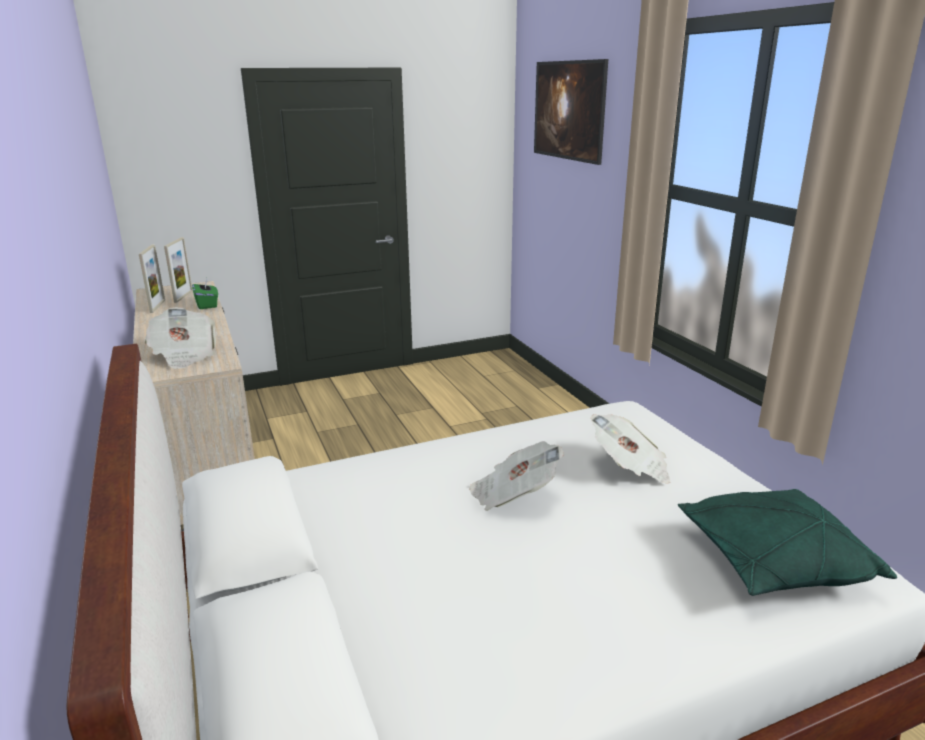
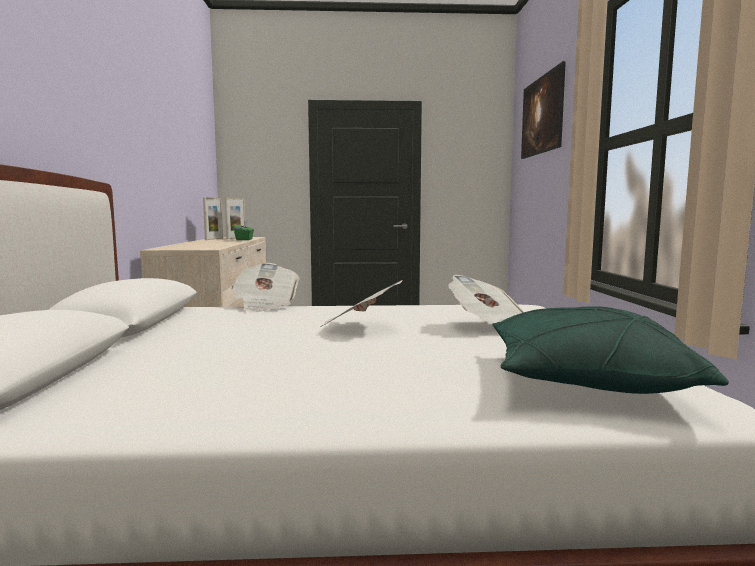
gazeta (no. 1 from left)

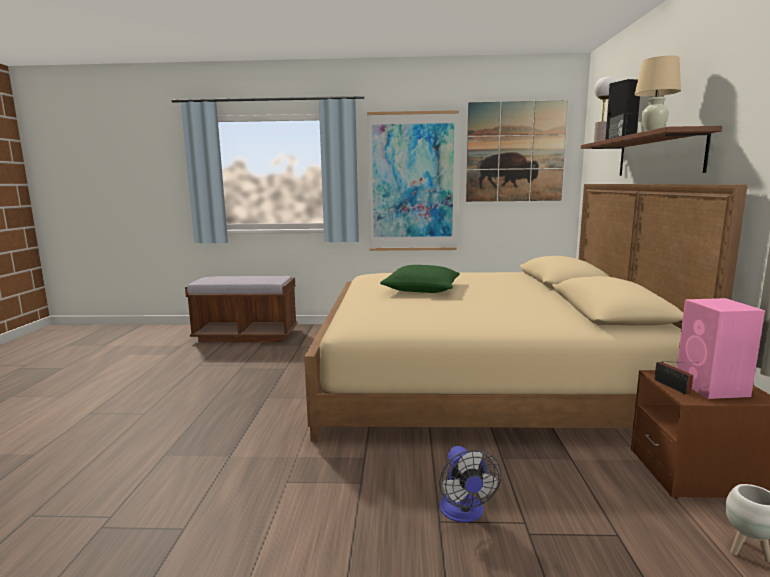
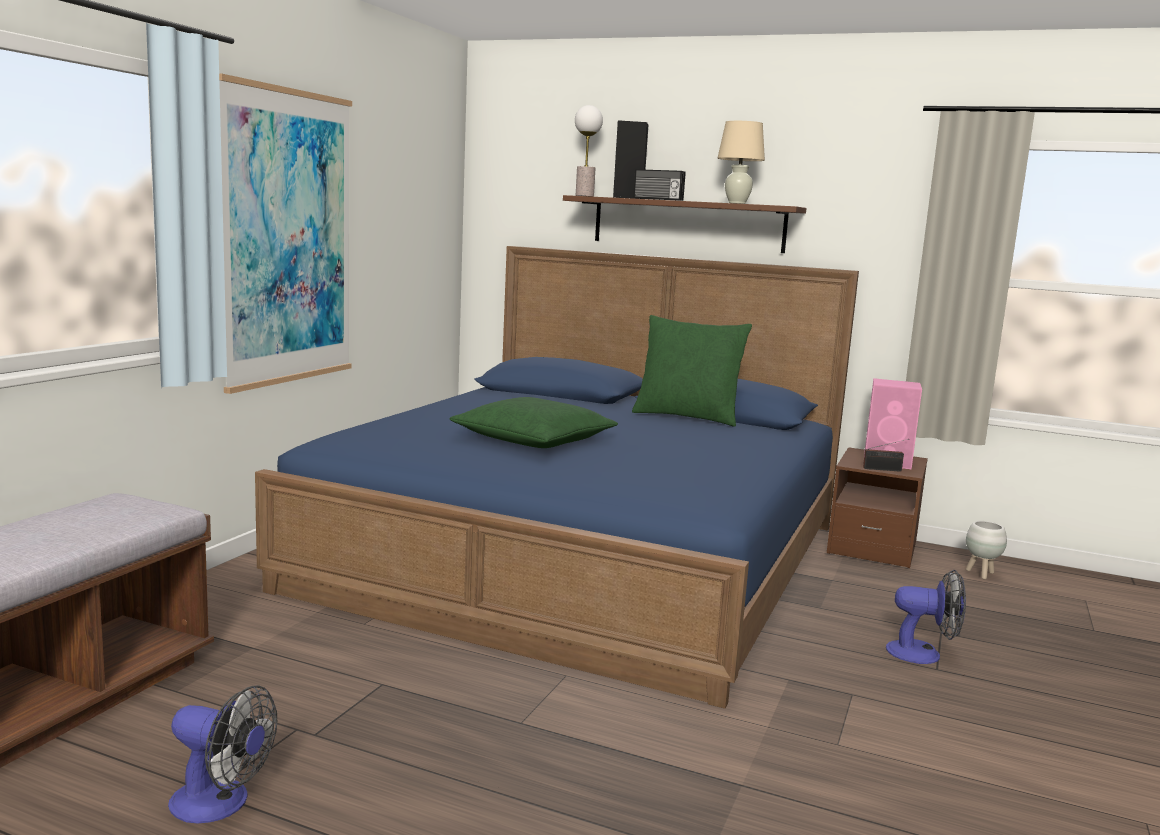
łóżko (niebieski); obraz (no. 2 from left in the first image); wentylator (no. 1 from left); poduszka (zielony) (no. 2 from left)

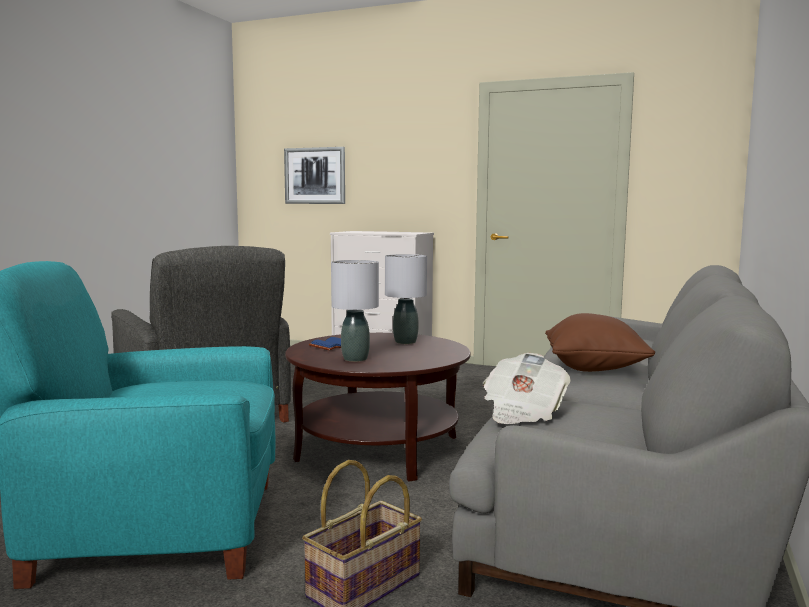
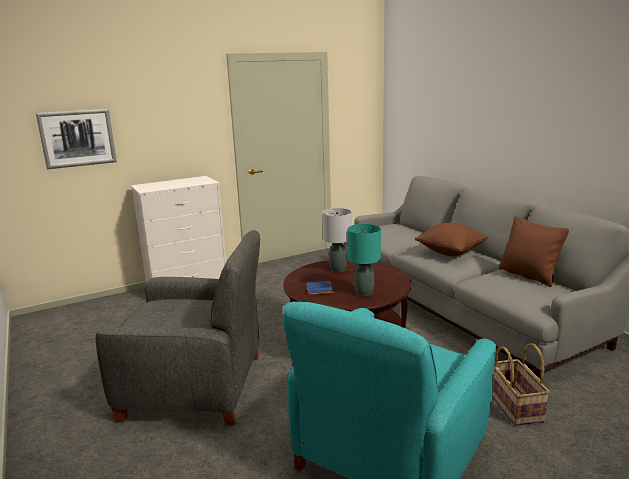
lampa stołowa (turkusowy); gazeta; poduszka (brązowy) (no. 2 from left)

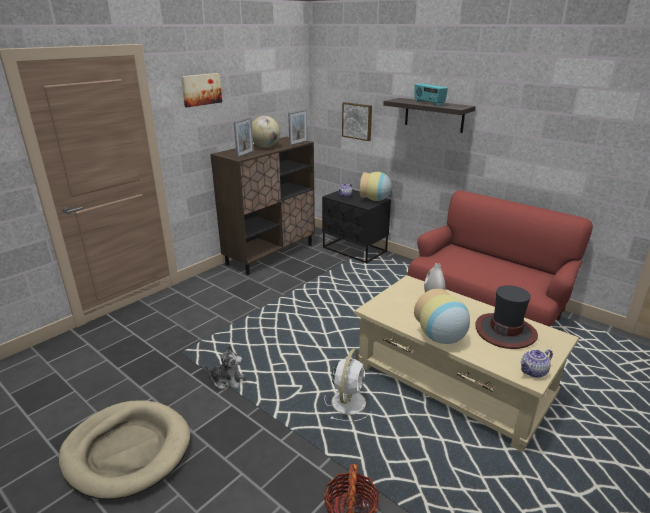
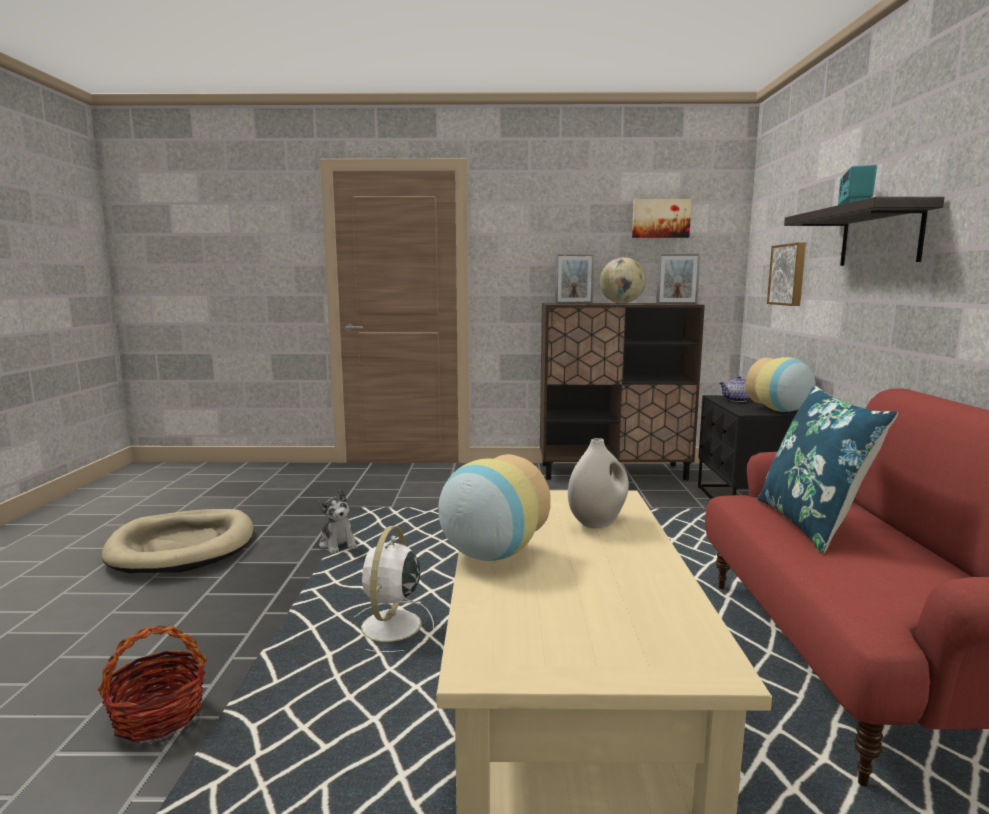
obraz (no. 1 from left); wentylator (biały); kapelusz; imbryk (no. 2 from left in the first image); poduszka (niebieski)

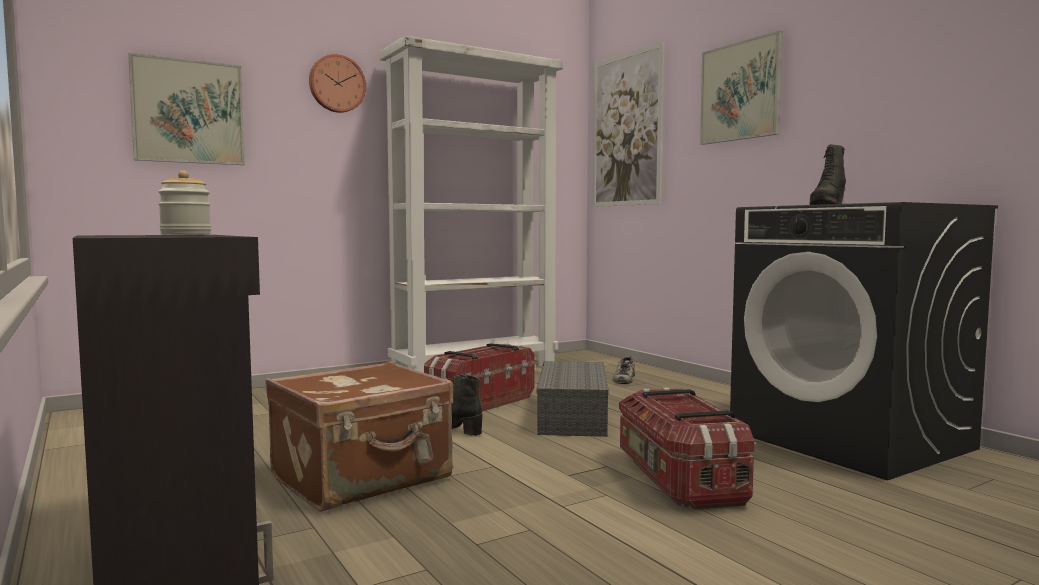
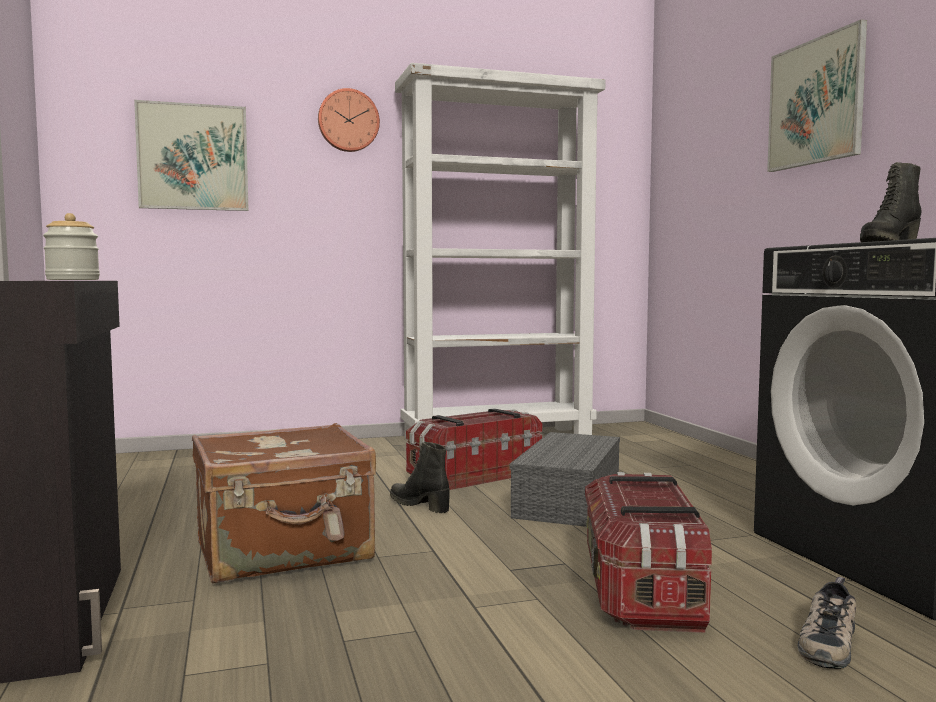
obraz (no. 2 from left in the first image); but

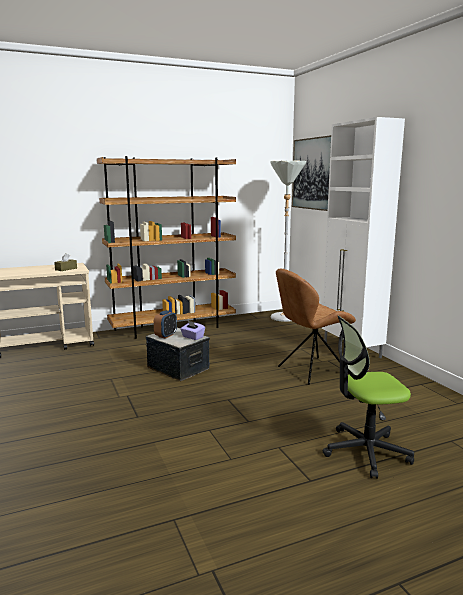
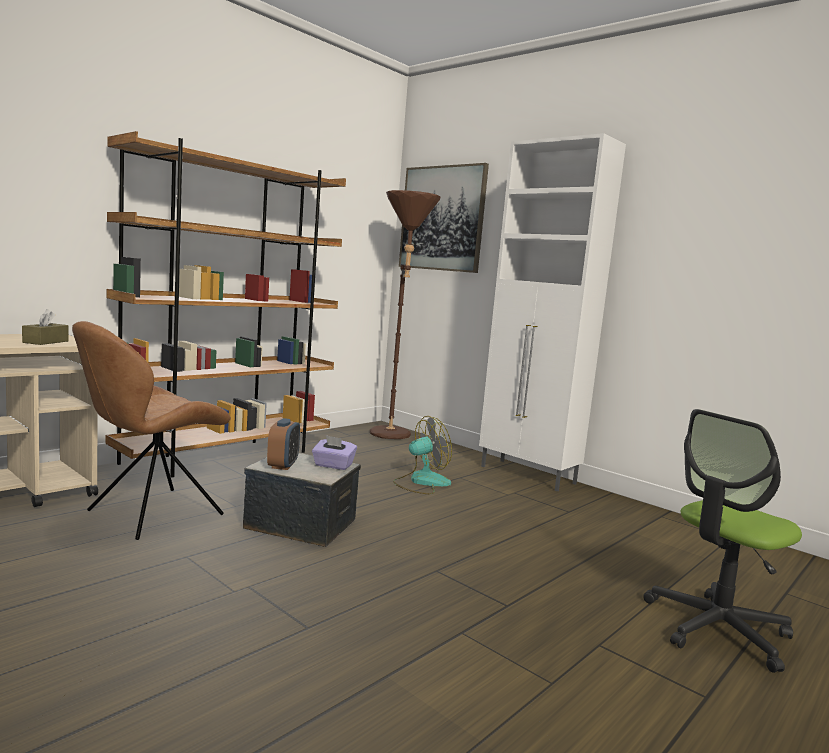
lampa stojąca (brązowy); krzesło (brązowy); wentylator

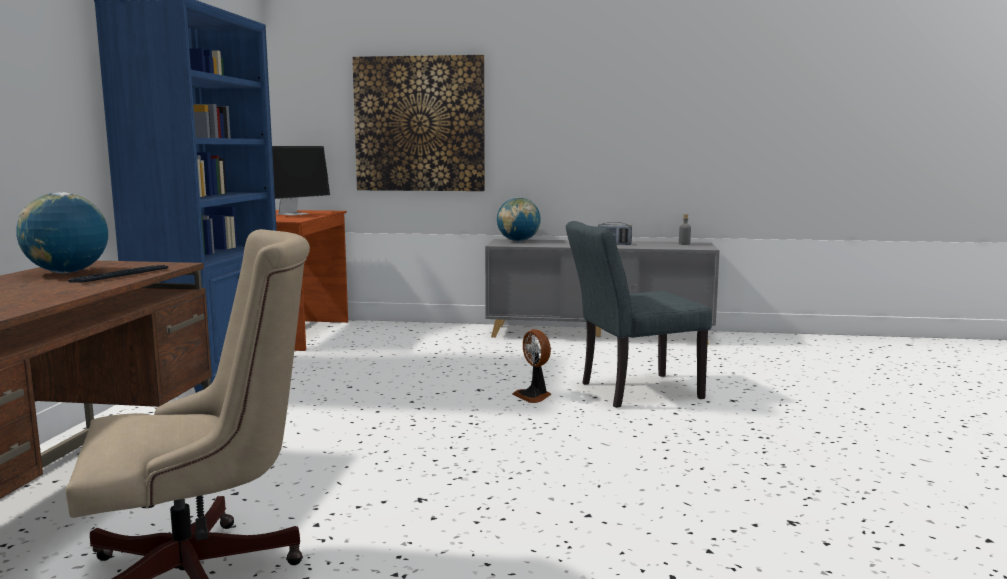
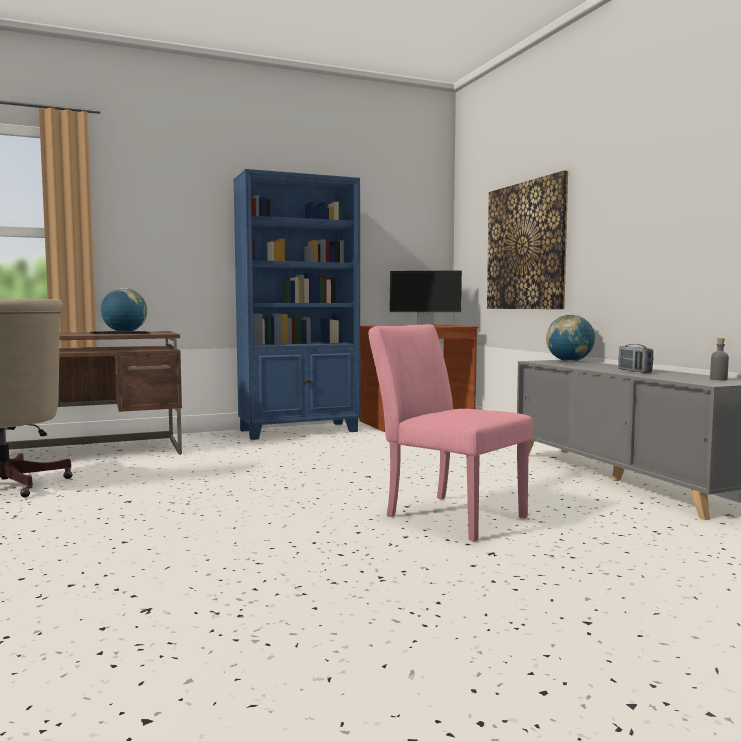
wentylator; krzesło (różowy)

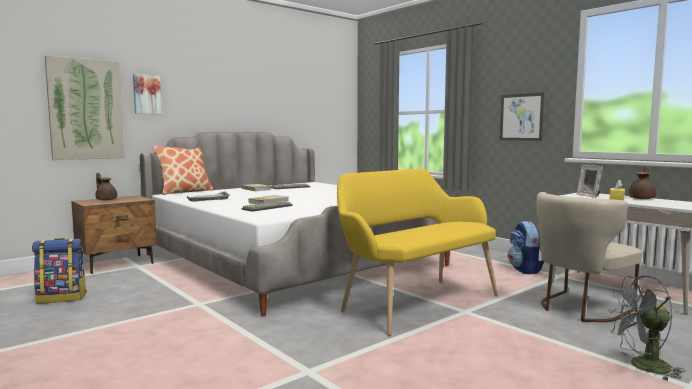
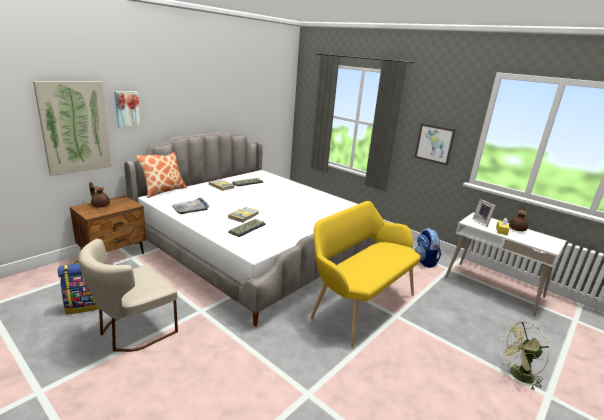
krzesło (beżowy); wentylator (zielony)

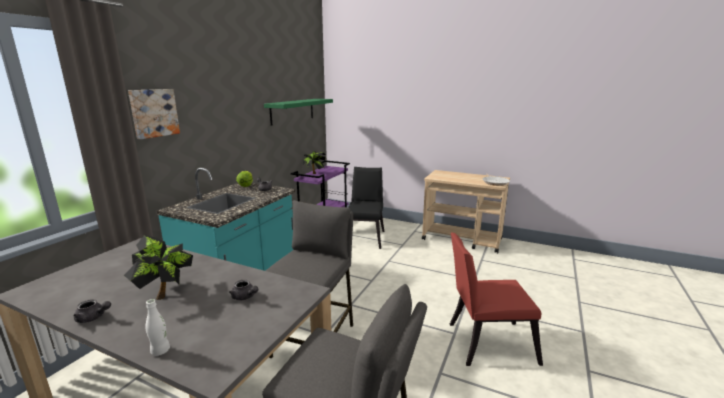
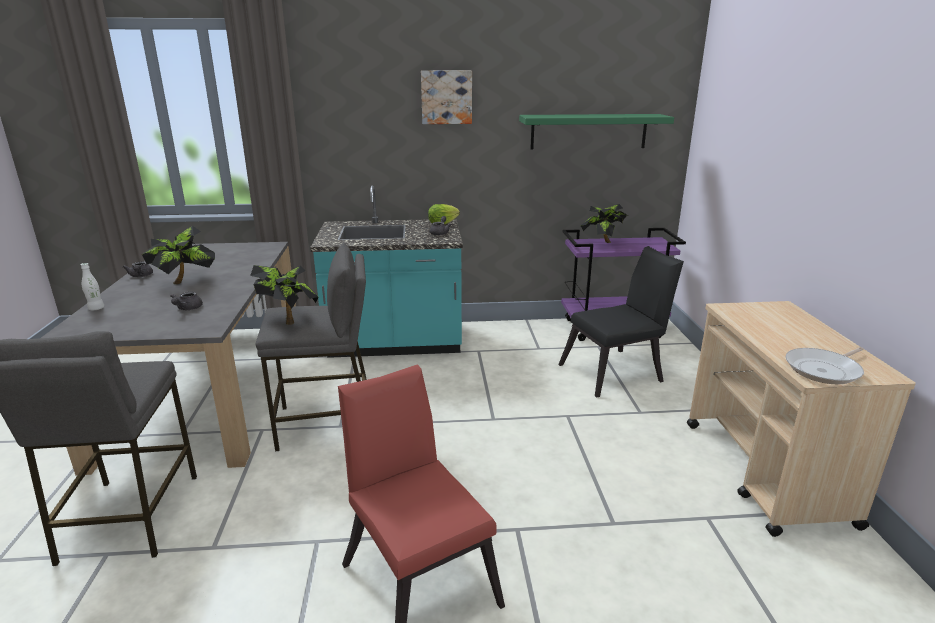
obraz; roślina doniczkowa (no. 2 from left)

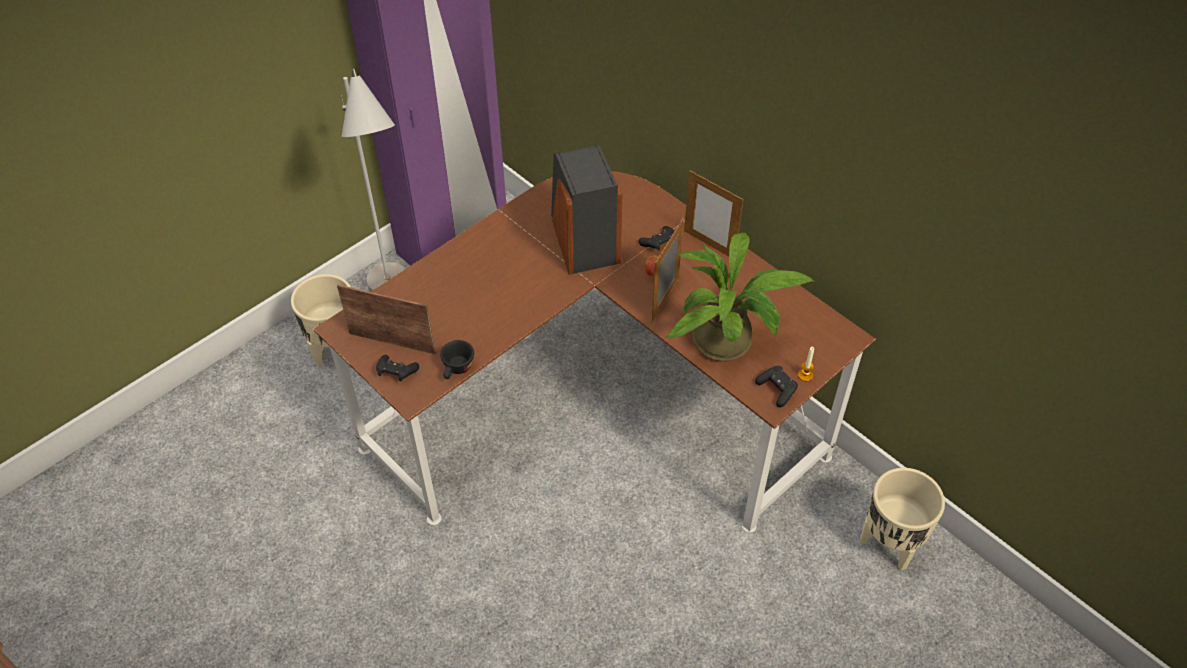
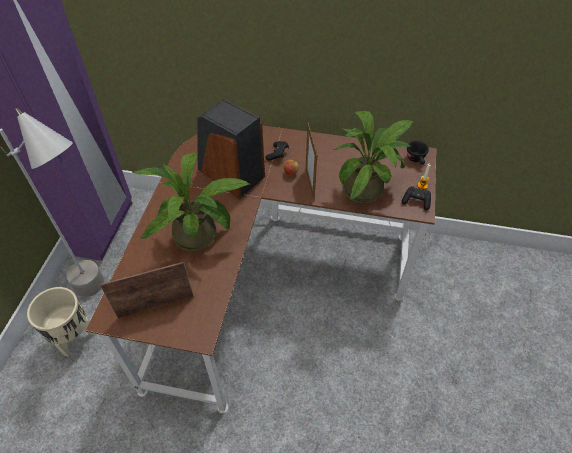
pad do gier (czarny) (no. 1 from left in the first image); filiżanka (czarny); ramka na zdjęcie (no. 3 from left in the first image); donica (beżowy) (no. 2 from left in the first image); roślina doniczkowa (no. 1 from left)

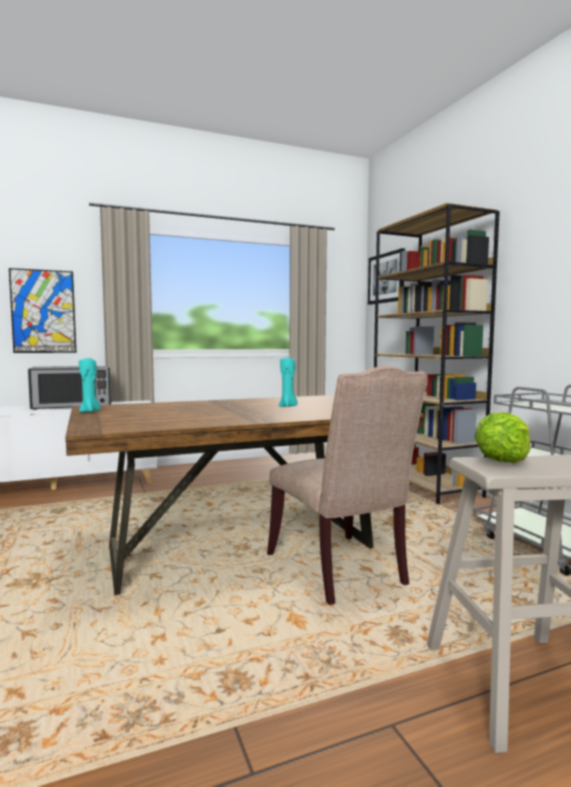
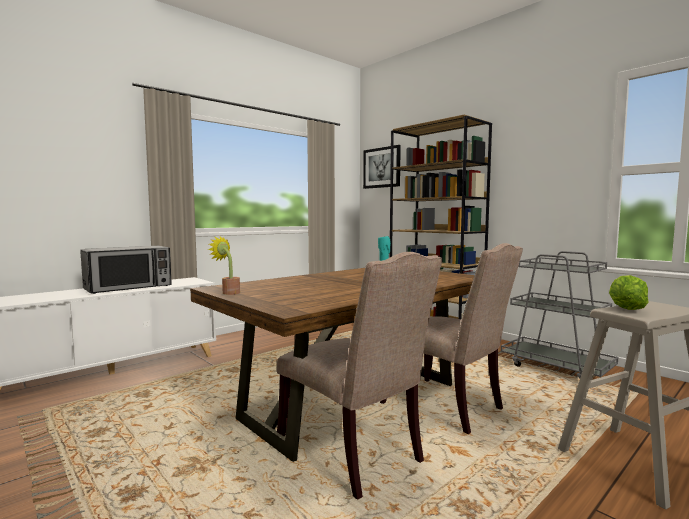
obraz (no. 1 from left in the first image); roślina doniczkowa; krzesło (beżowy) (no. 1 from left)

